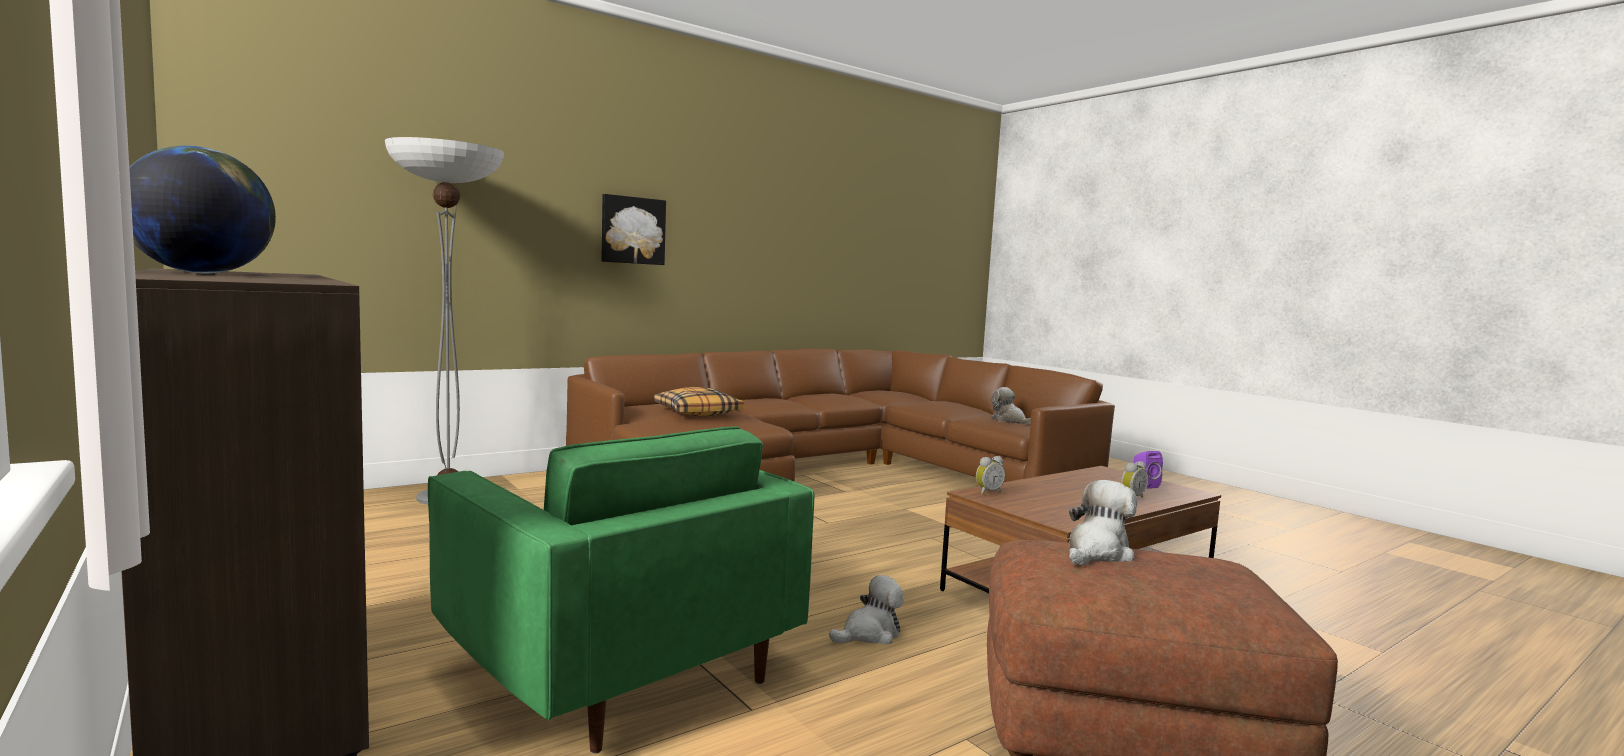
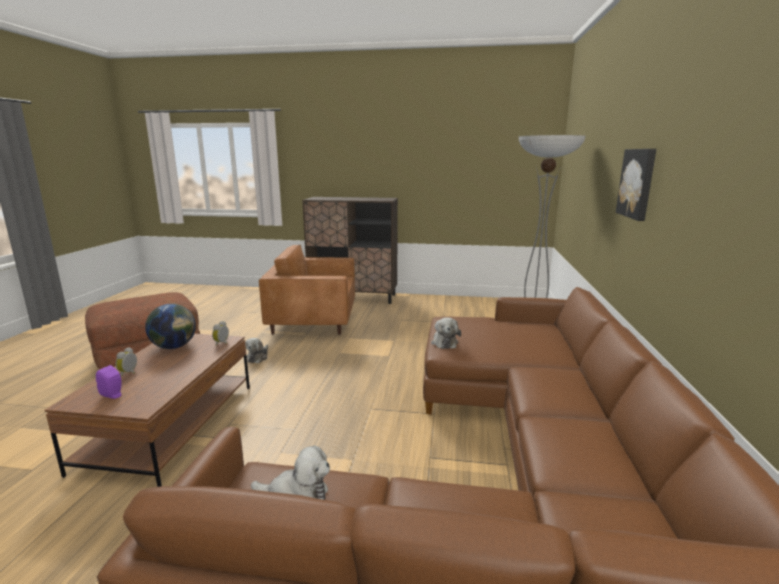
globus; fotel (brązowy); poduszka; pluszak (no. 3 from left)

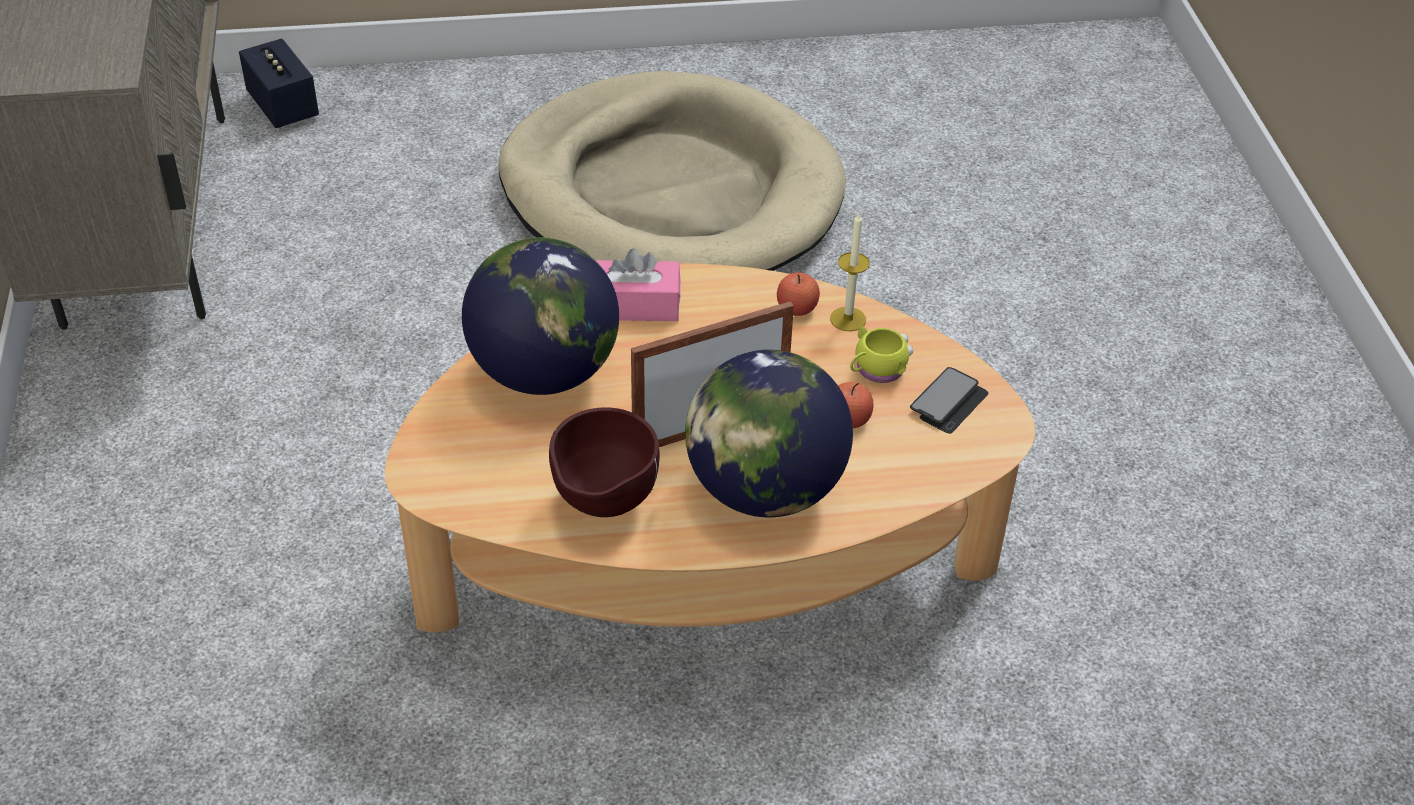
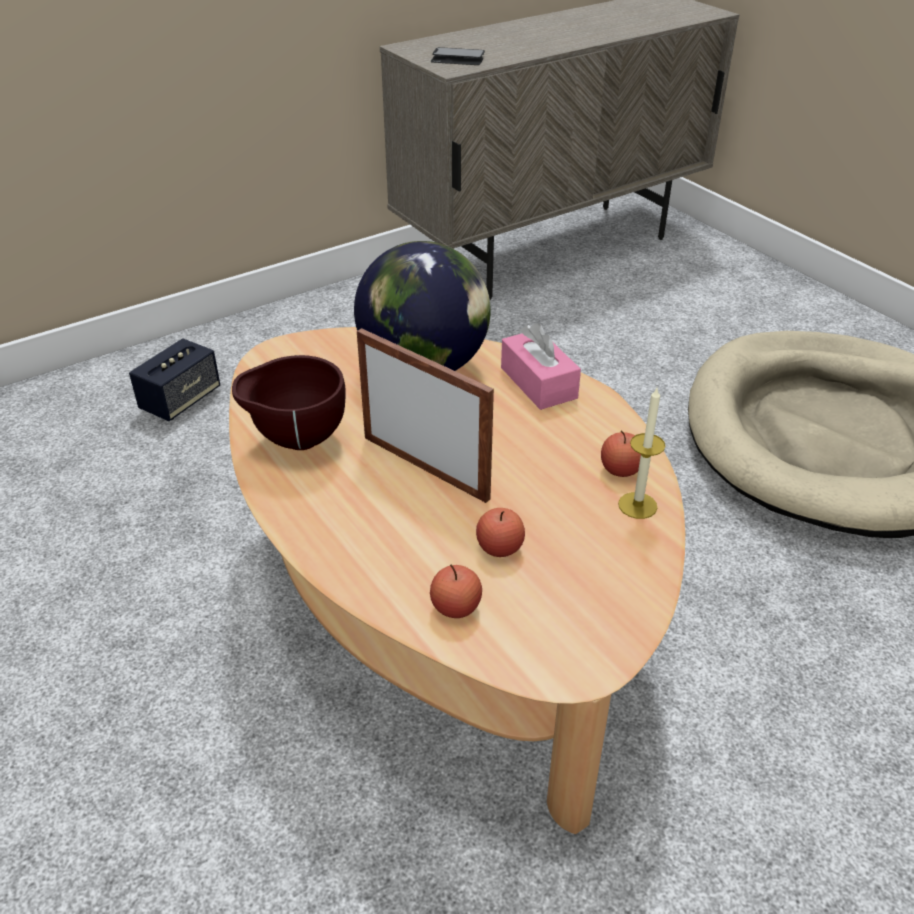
głośnik; globus (no. 2 from left in the first image); kubek (żółty); telefon; jabłko (no. 1 from left)

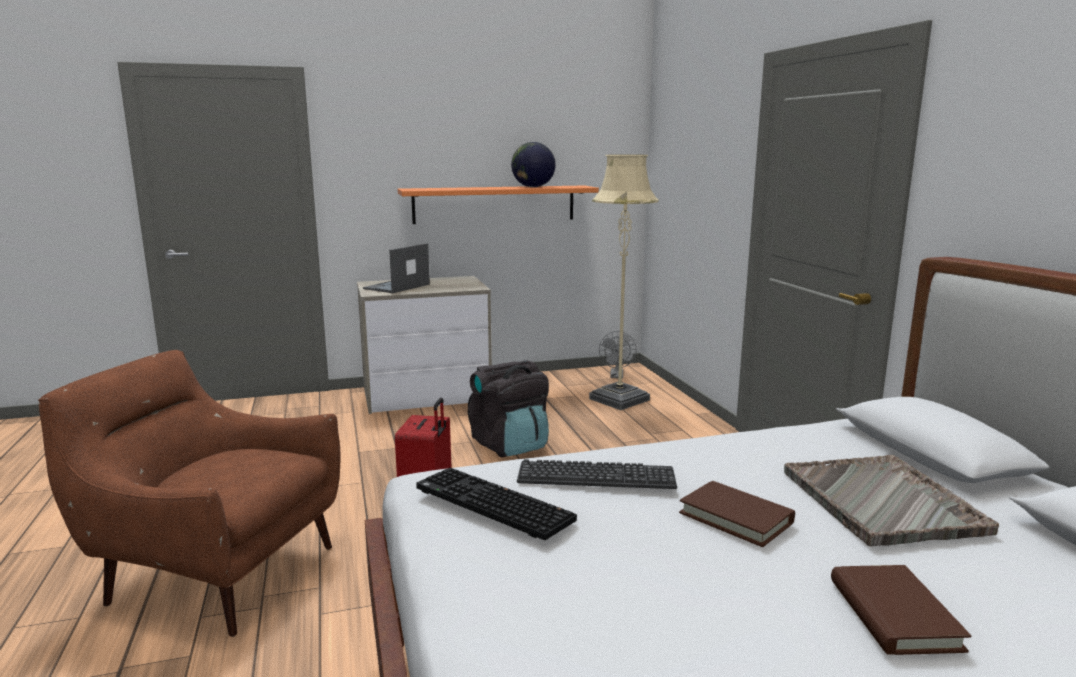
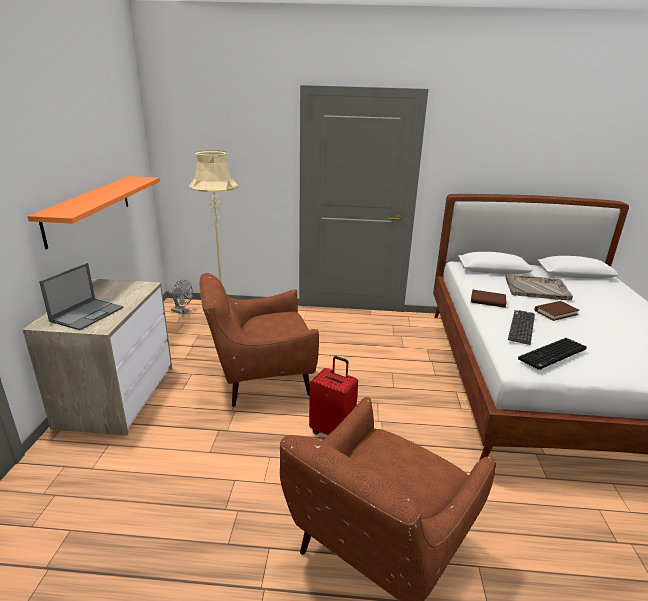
laptop; fotel (brązowy) (no. 1 from left); globus; książka (brązowy) (no. 1 from left)

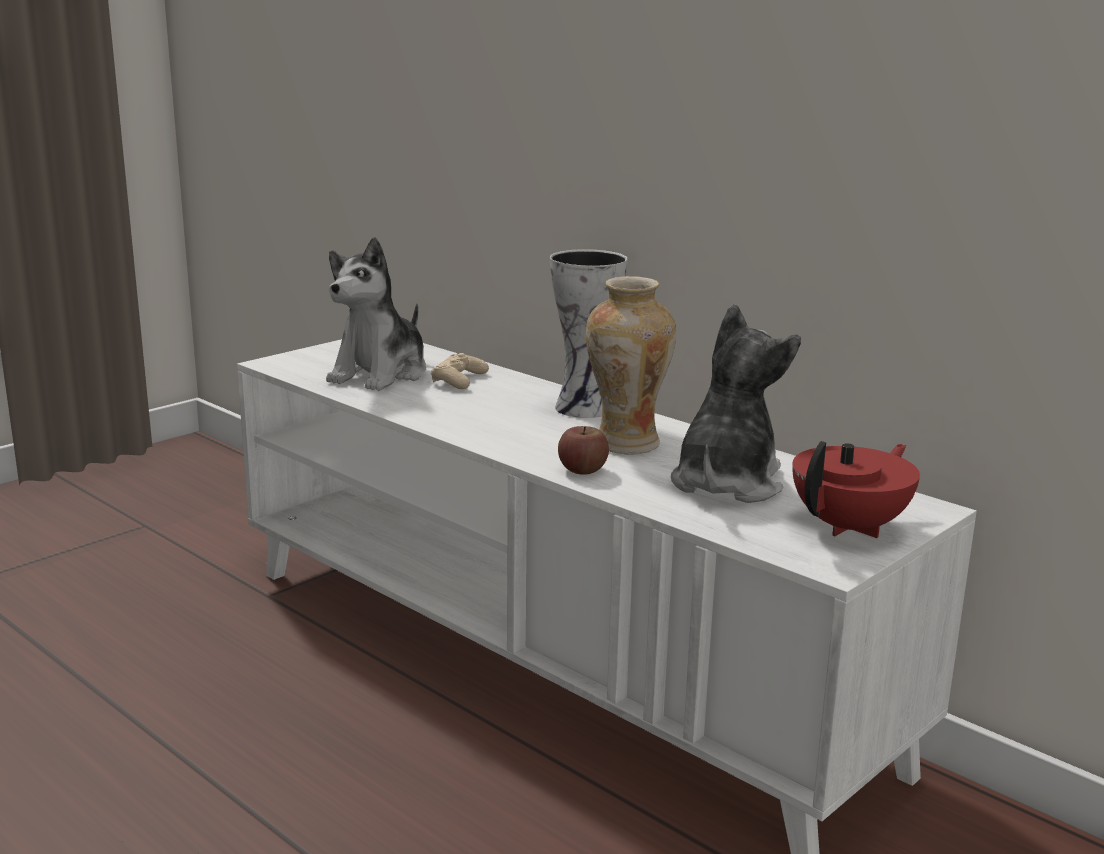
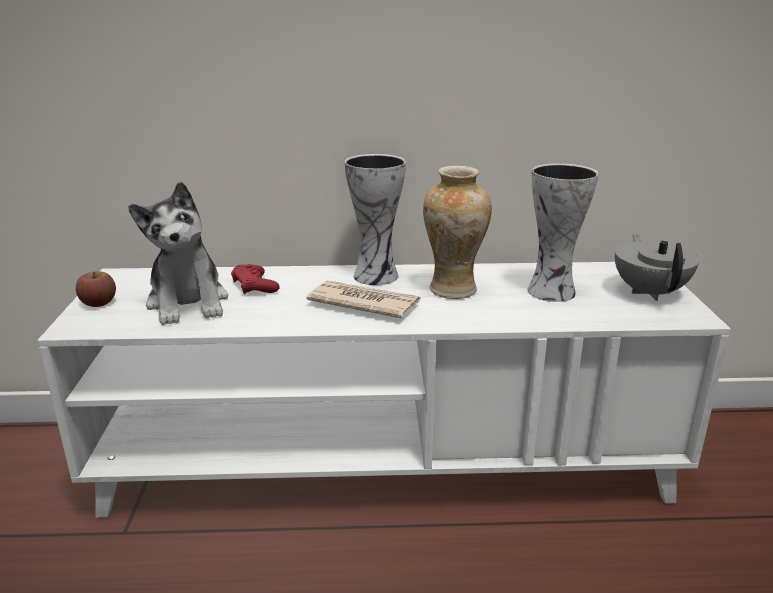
pad do gier (czerwony); jabłko; wazon (no. 3 from left); imbryk (szary); gazeta

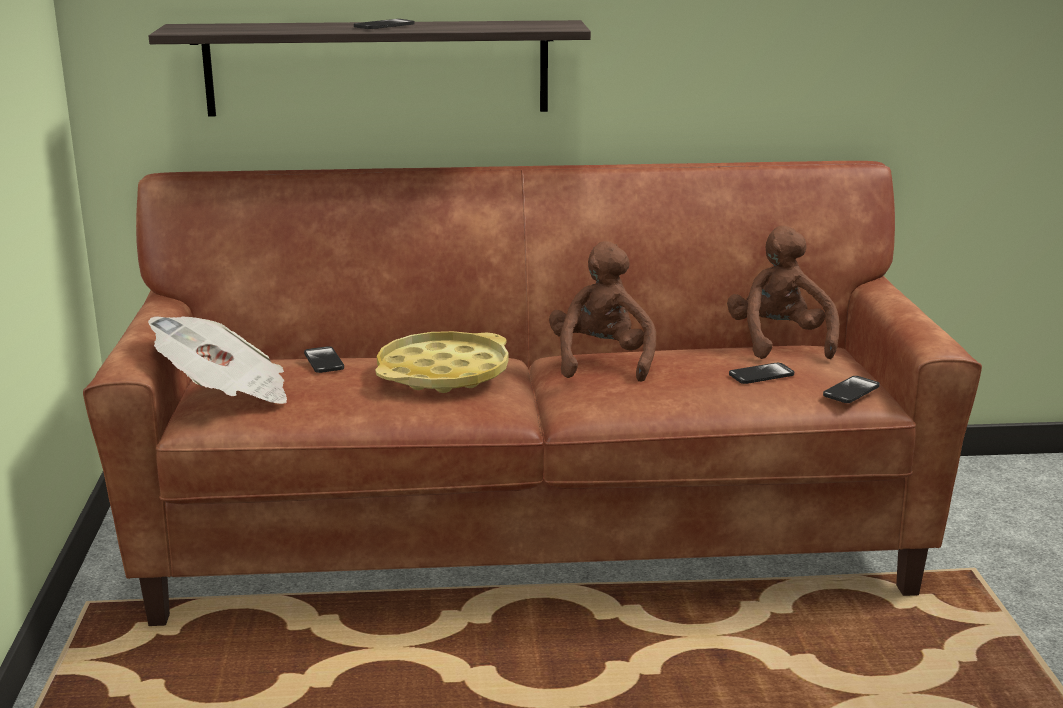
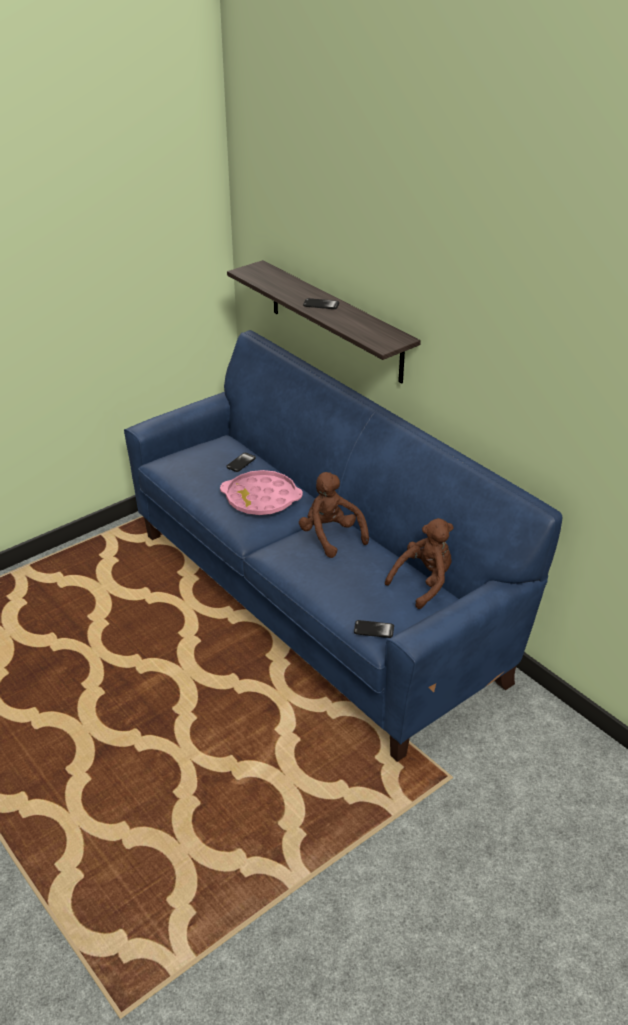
kanapa (niebieski); gazeta; taca (różowy); pluszak (brązowy) (no. 1 from left); telefon (no. 3 from left in the first image)

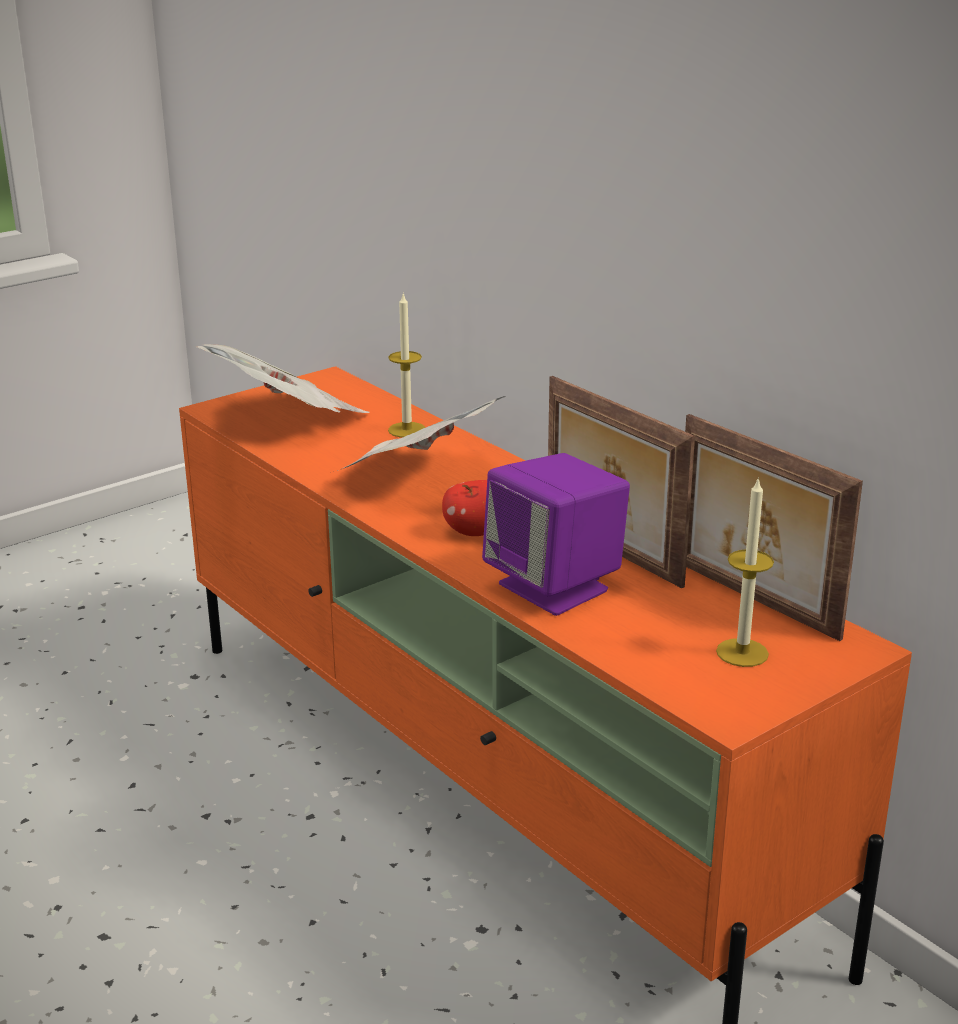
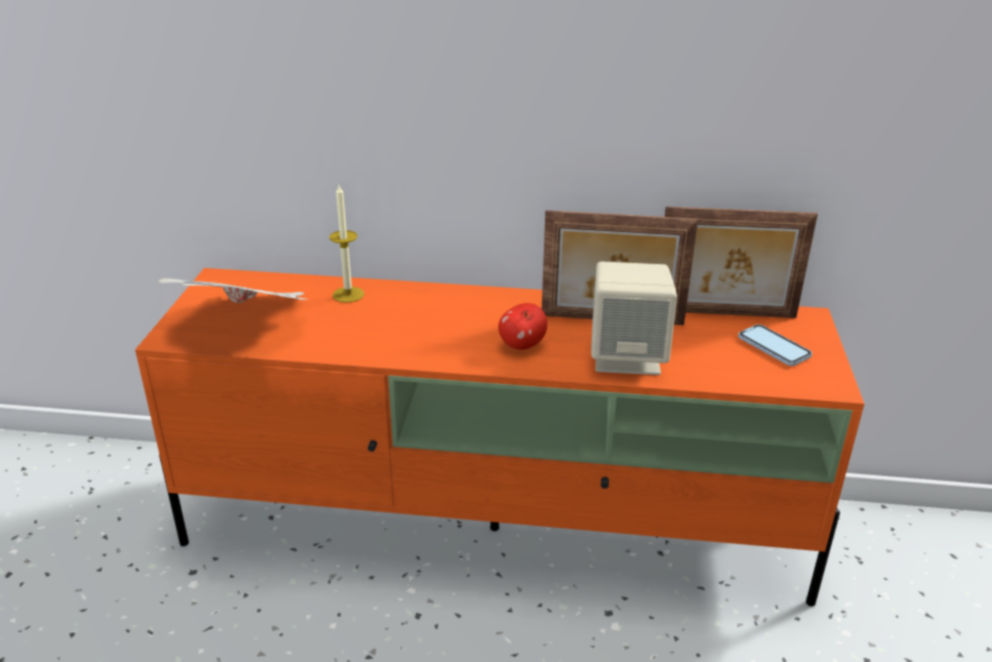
gazeta (no. 2 from left in the first image); głośnik (beżowy); telefon

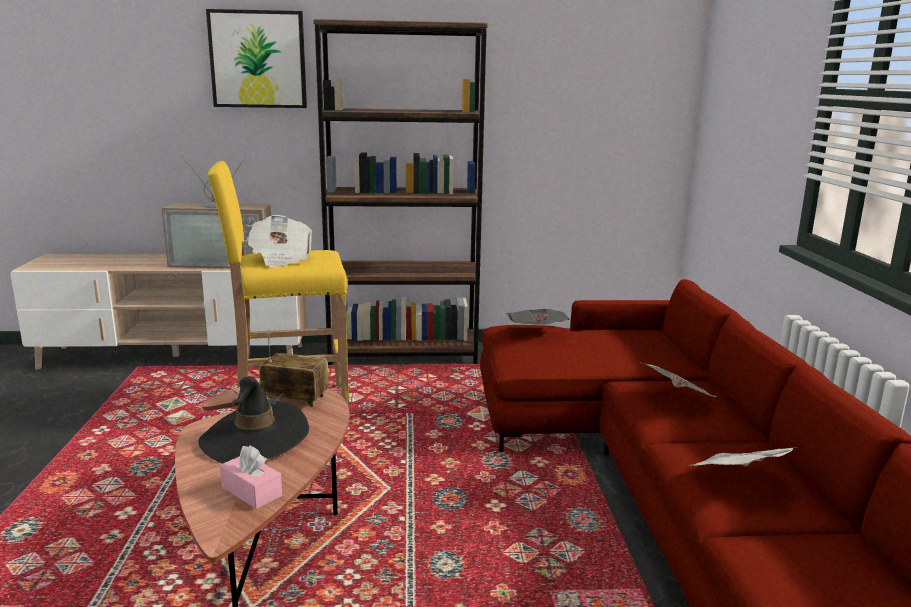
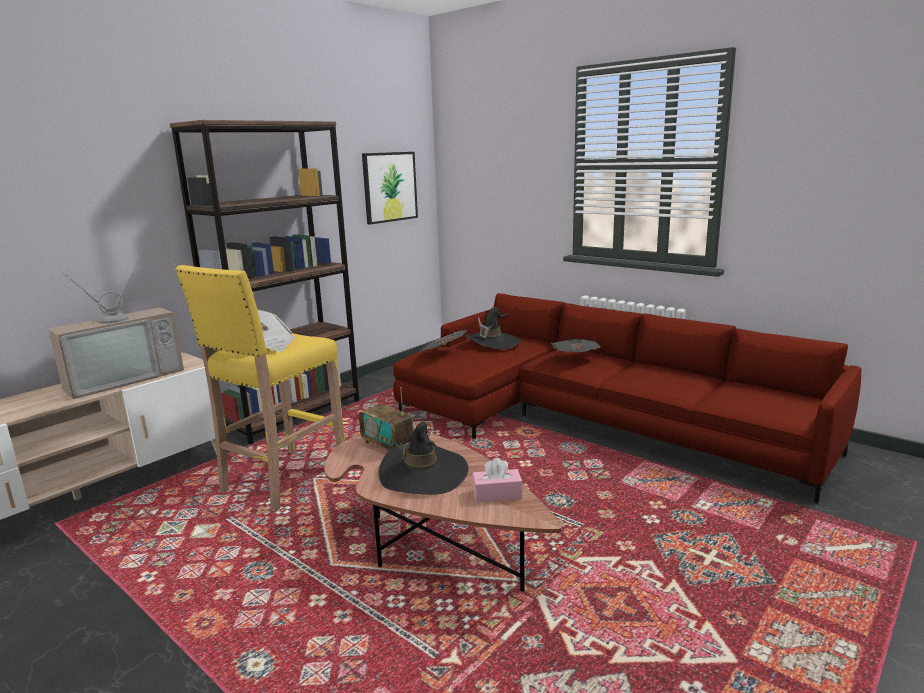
obraz; radio; gazeta (no. 4 from left in the first image); kapelusz (czarny) (no. 2 from left)

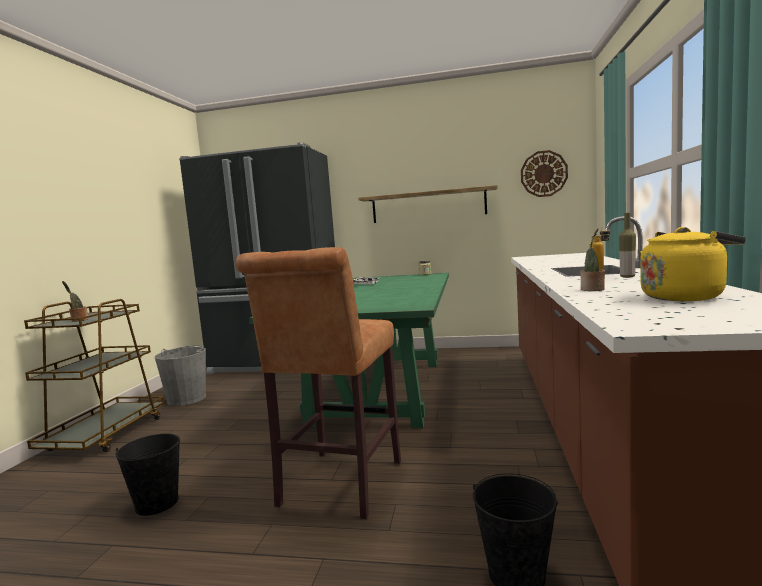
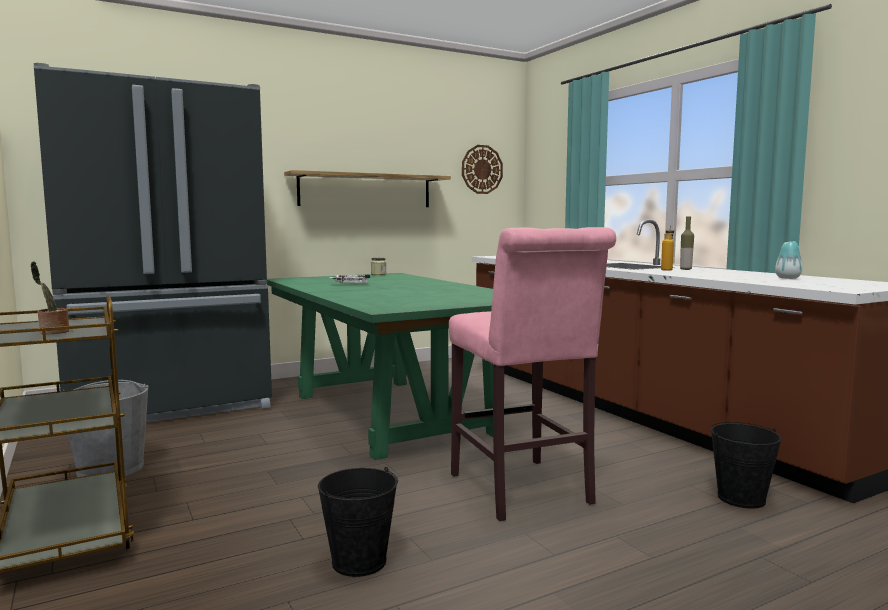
stołek (różowy); roślina doniczkowa (no. 2 from left in the first image); wazon

